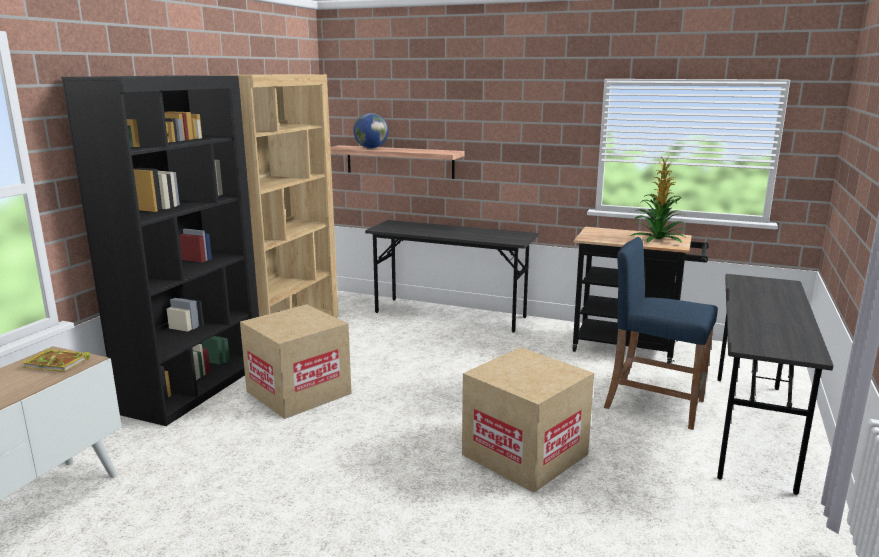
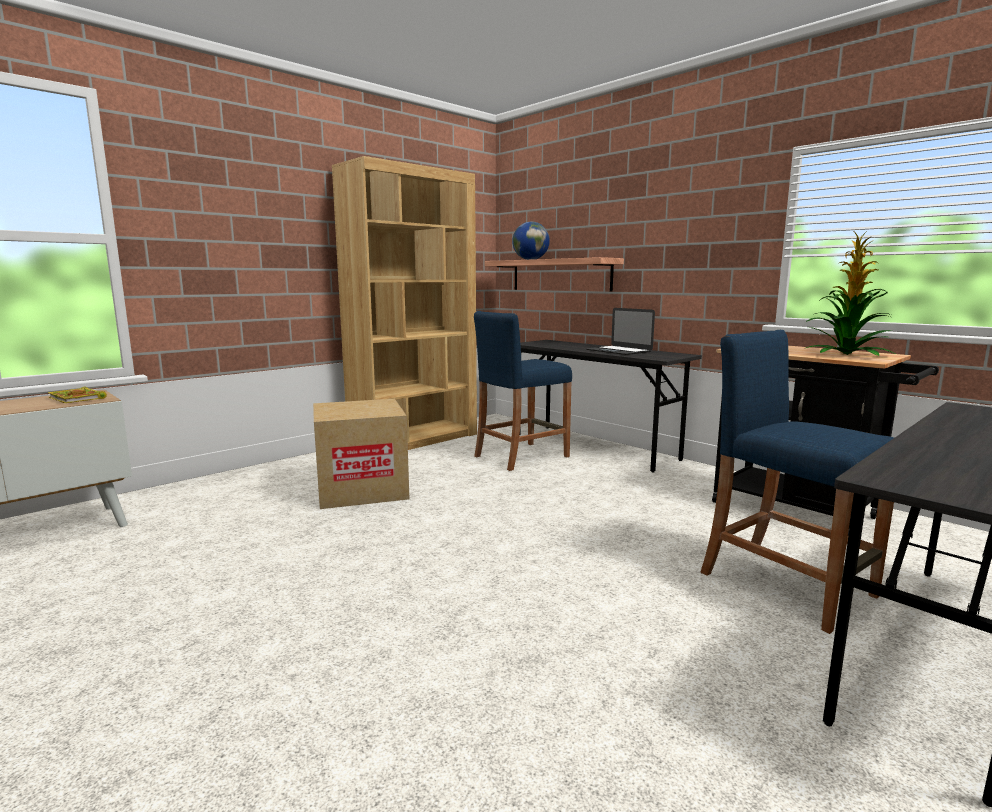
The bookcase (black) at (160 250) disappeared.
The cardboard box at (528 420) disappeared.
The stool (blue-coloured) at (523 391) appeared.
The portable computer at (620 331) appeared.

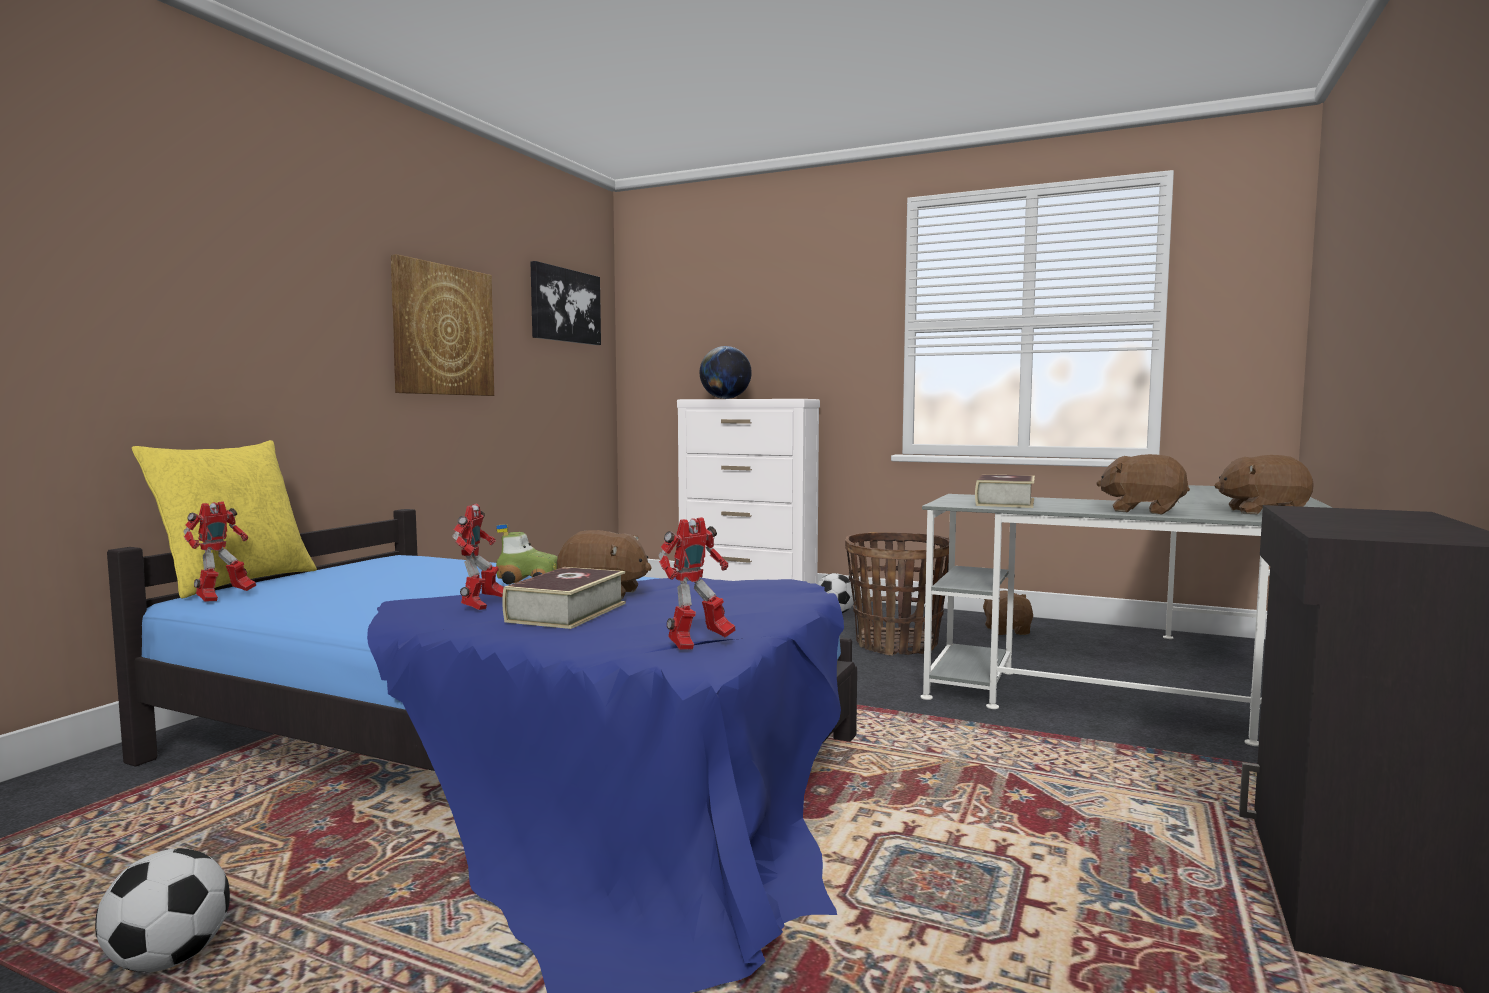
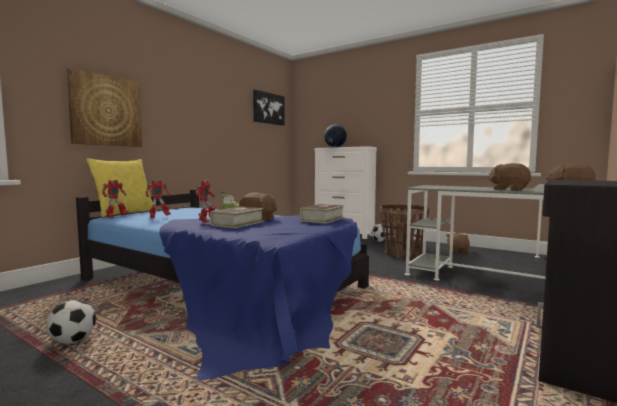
The wall picture moved from (442 325) to (104 107).
The toy robot moved from (697 583) to (158 199).
The book moved from (1005 491) to (322 214).

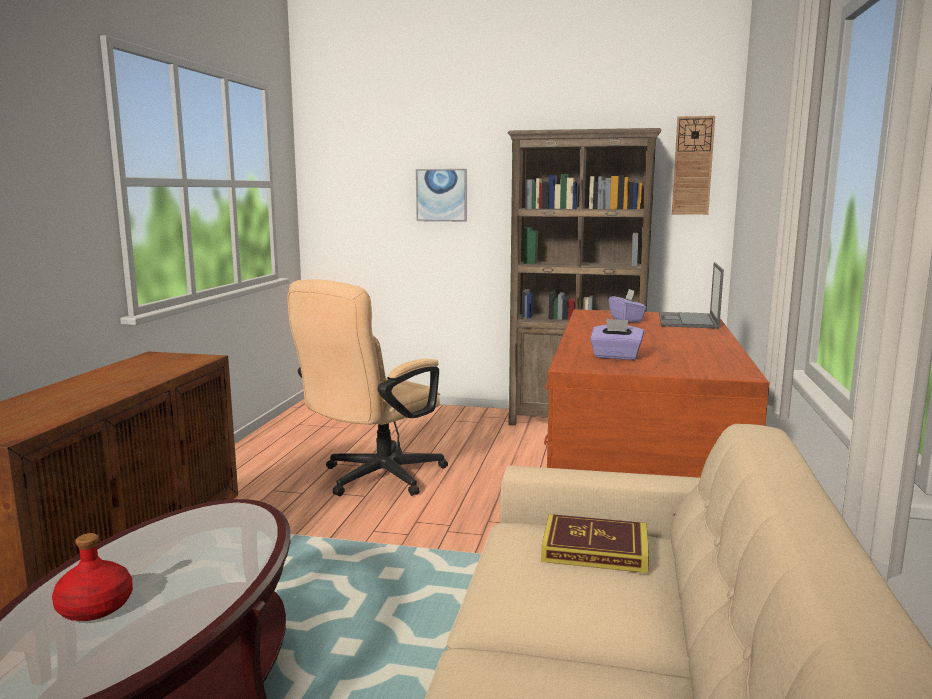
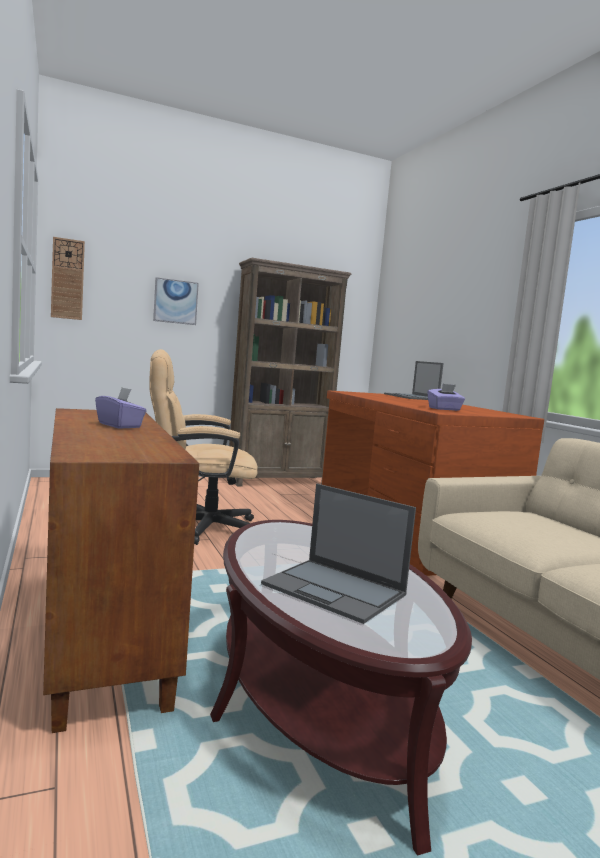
The book at (595 543) disappeared.
The tissue box (purple) moved from (628 305) to (121 408).
The hanging clock moved from (693 165) to (68 278).
The bottle (red) at (92 577) was replaced by the portable computer at (338 554).
The computer chair (beige) at (367 387) turned 75 degrees clockwise.

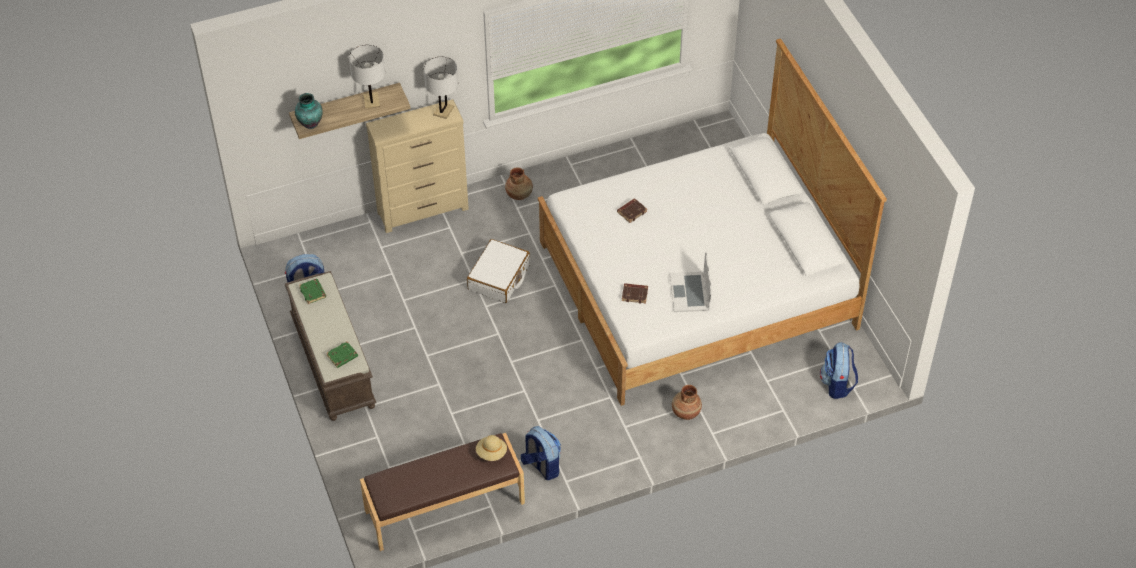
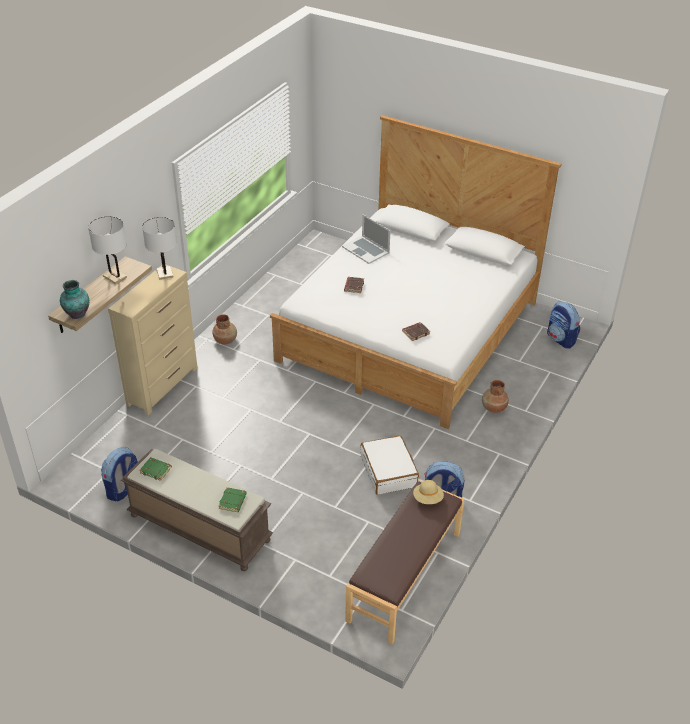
The travel case (white) moved from (498 271) to (390 465).
The portable computer moved from (690 281) to (366 239).

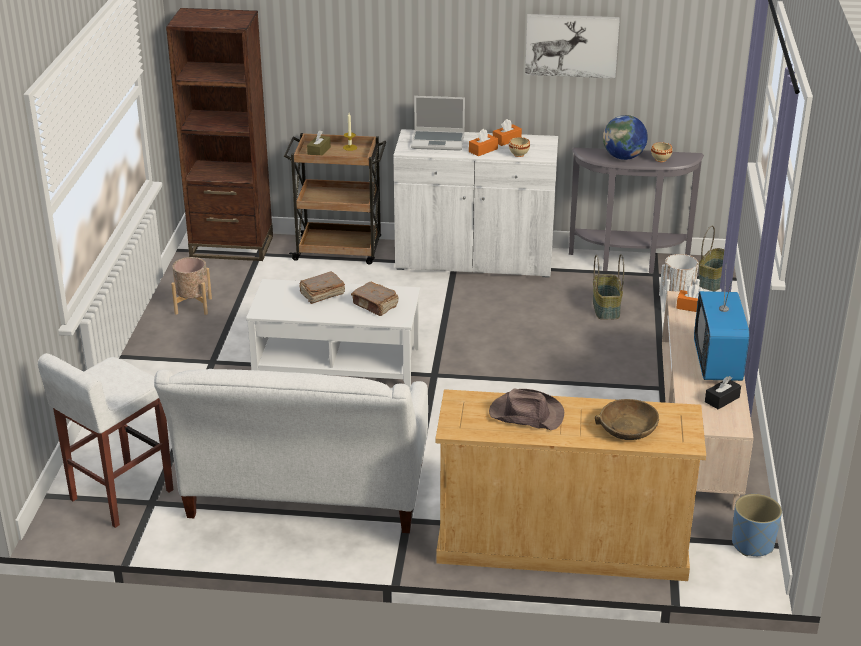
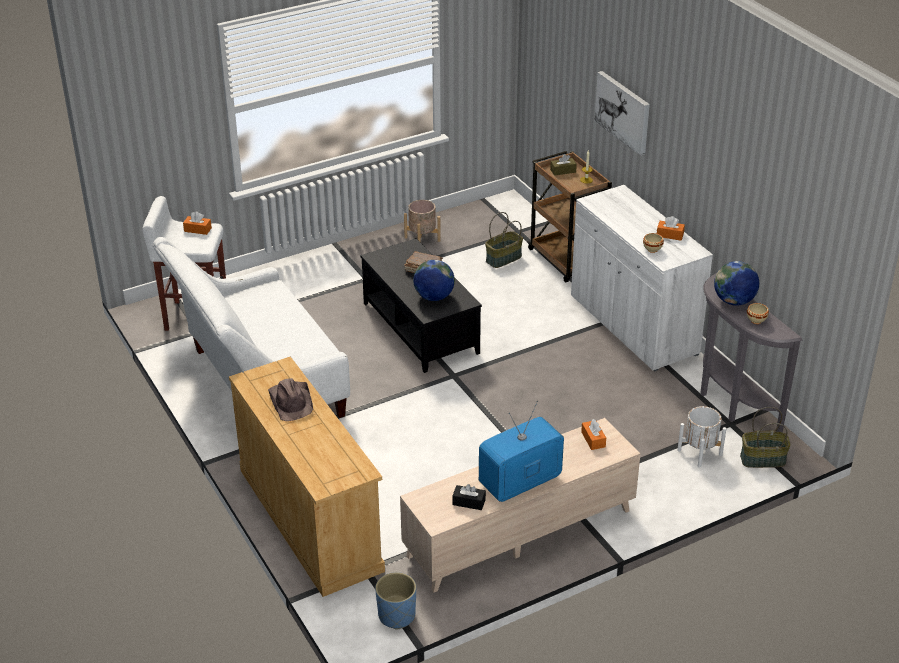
The bookcase (brown-coloured) at (219 134) disappeared.
The portable computer at (438 123) disappeared.
The bowl (brown-coloured) at (627 419) disappeared.
The tissue box (orange-coloured) moved from (483 142) to (197 223).
The wall picture moved from (572 46) to (622 113).
The household basket moved from (608 287) to (504 240).
The book (brown-coloured) at (375 299) was replaced by the world globe at (434 280).
The low table (white) at (333 334) became the low table (black) at (421 305).

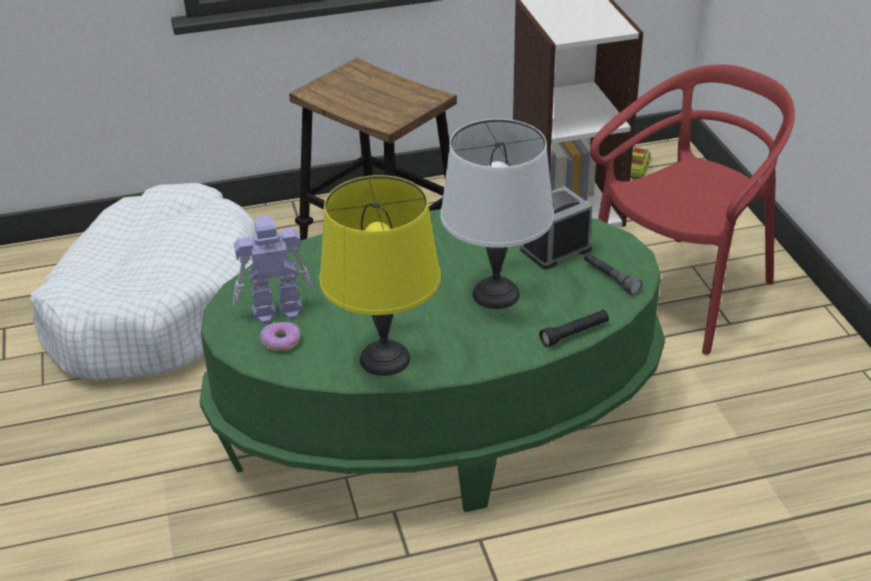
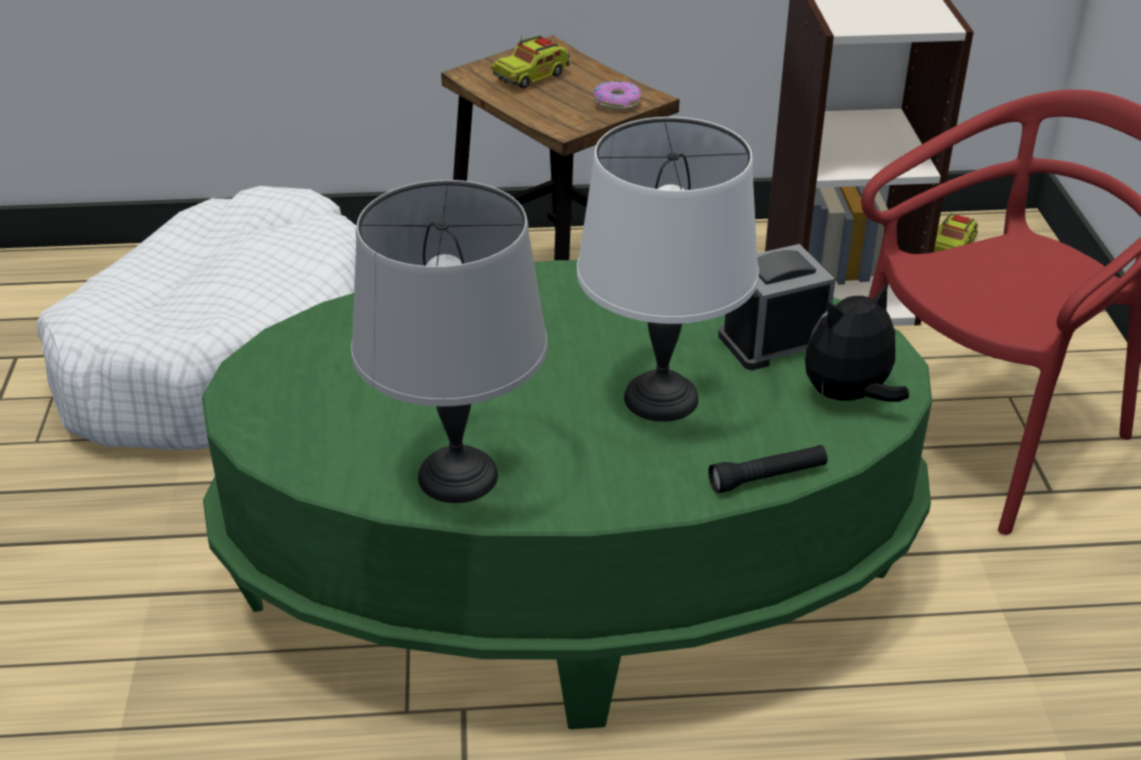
The toy robot at (272 269) disappeared.
The model truck at (530 62) appeared.
The ring doughnut moved from (280 336) to (617 96).
The hand torch (grey) at (613 274) was replaced by the plush toy at (857 342).
The table lamp (yellow-coloured) at (380 275) became the table lamp (grey) at (449 341).

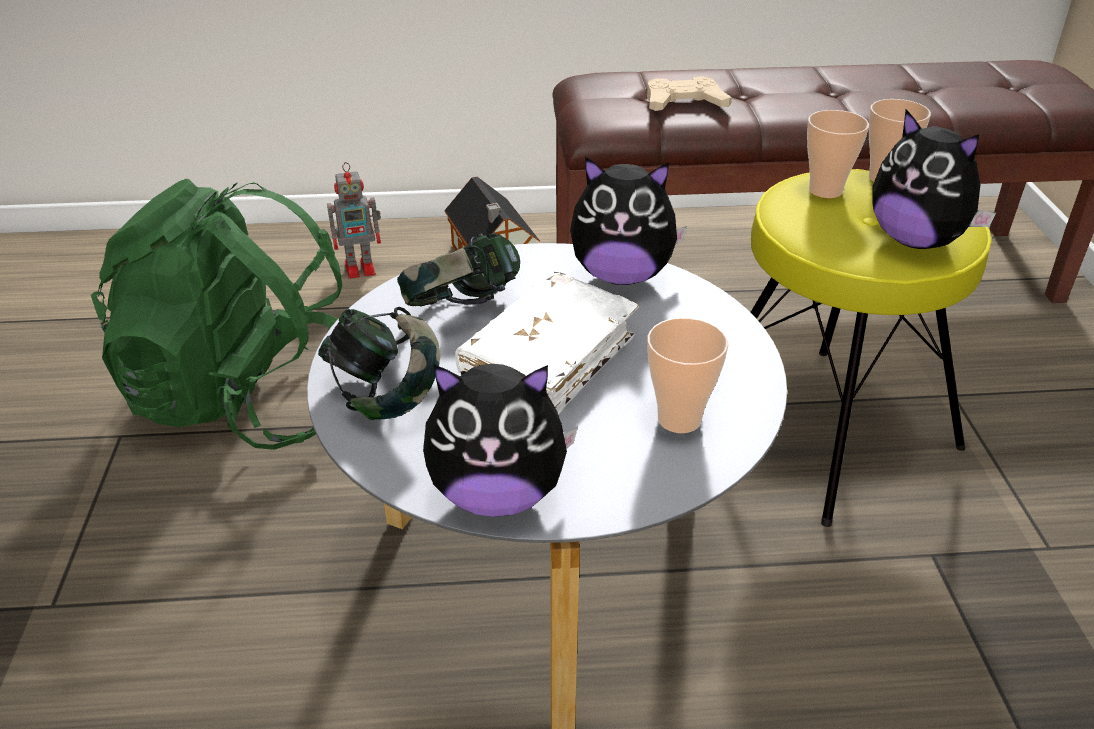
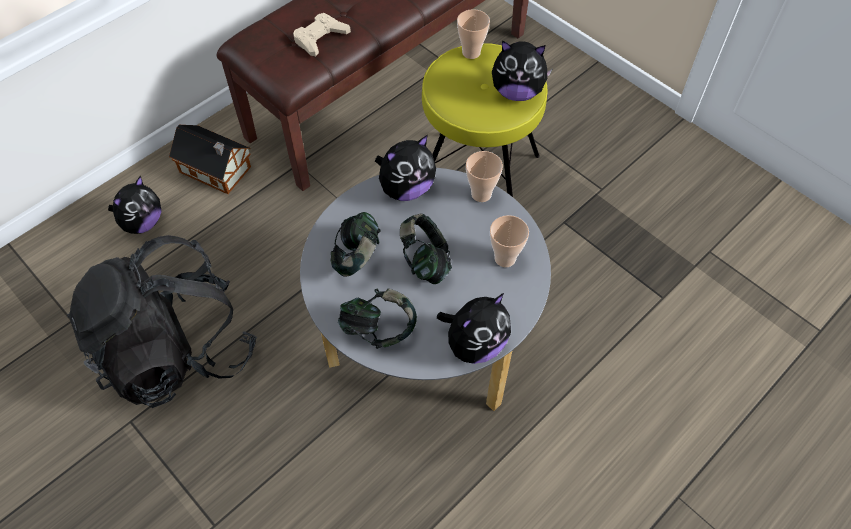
The cup moved from (838 154) to (484 176).
The toy robot at (354 220) was replaced by the plush toy at (135 204).
The book (white) at (547 343) was replaced by the pair of headphones at (426 249).
The rucksack (green-coloured) at (216 314) became the rucksack (black) at (162 321).

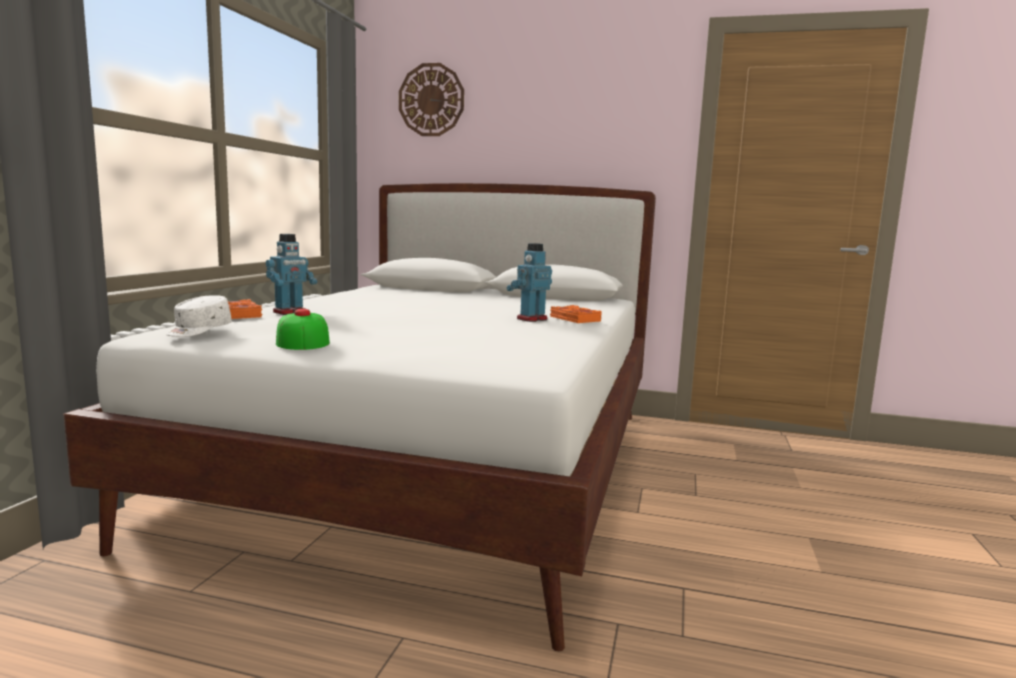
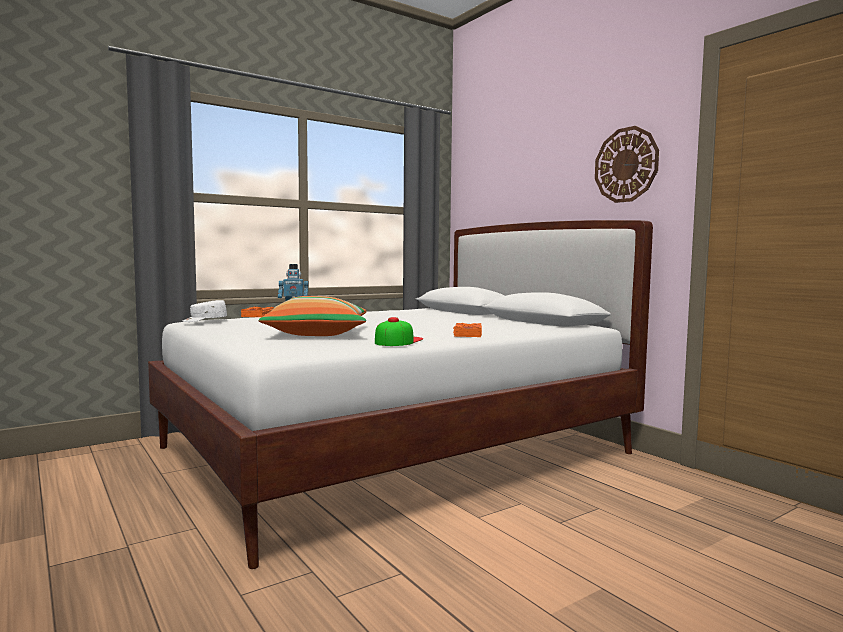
The toy robot at (529 282) disappeared.
The cushion at (313 316) appeared.
The baseball cap moved from (303 329) to (399 331).
The hanging clock moved from (431 99) to (627 164).

